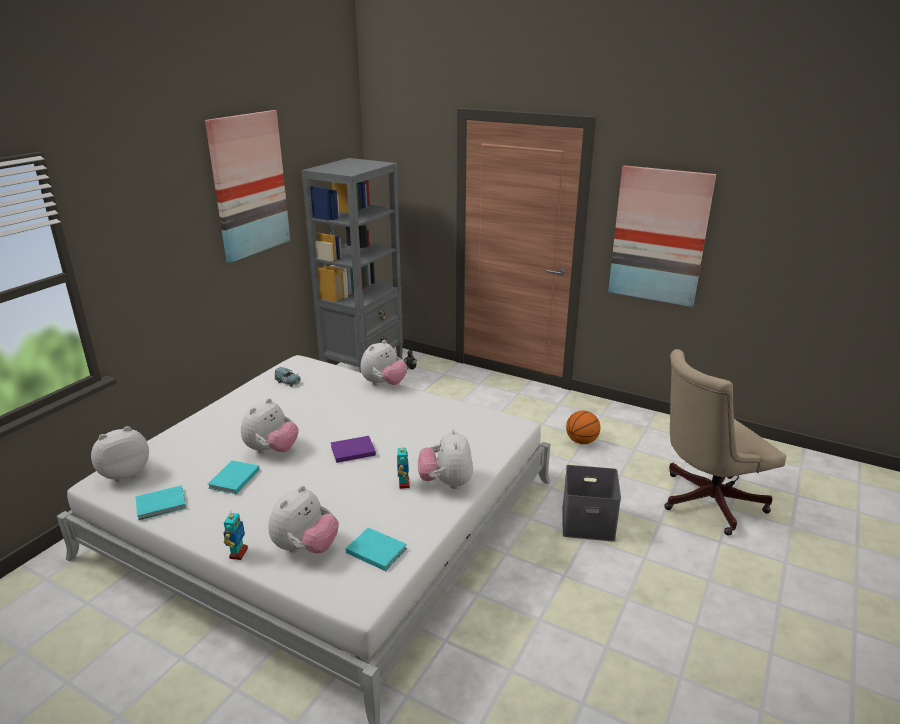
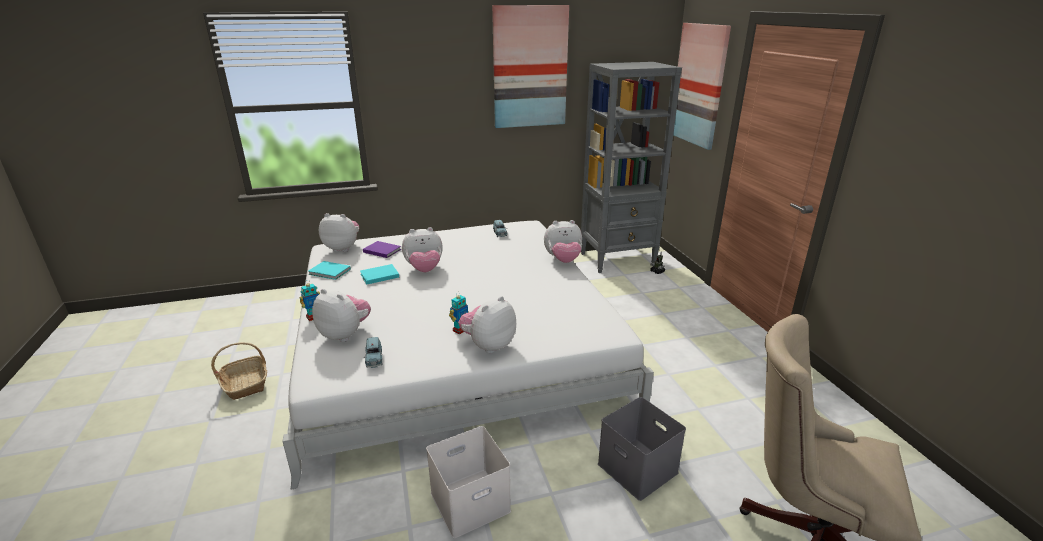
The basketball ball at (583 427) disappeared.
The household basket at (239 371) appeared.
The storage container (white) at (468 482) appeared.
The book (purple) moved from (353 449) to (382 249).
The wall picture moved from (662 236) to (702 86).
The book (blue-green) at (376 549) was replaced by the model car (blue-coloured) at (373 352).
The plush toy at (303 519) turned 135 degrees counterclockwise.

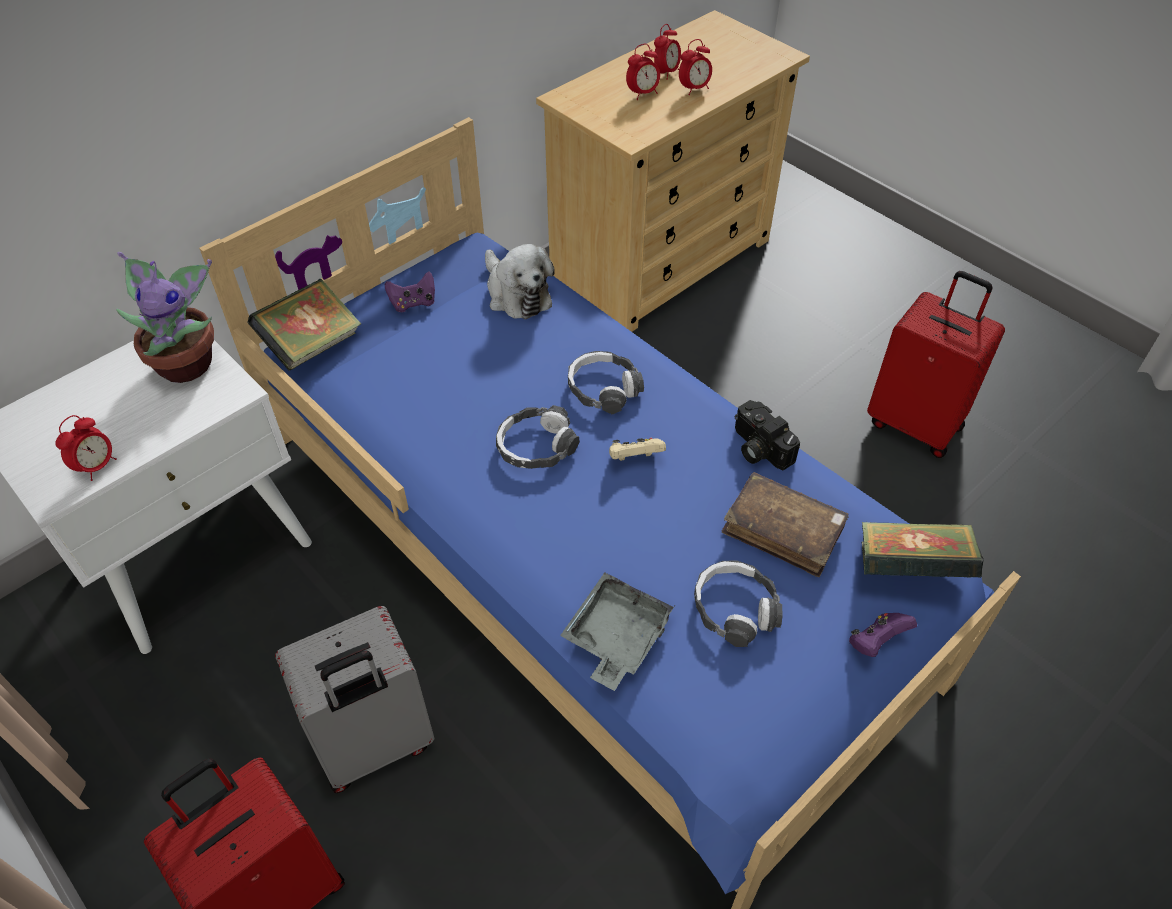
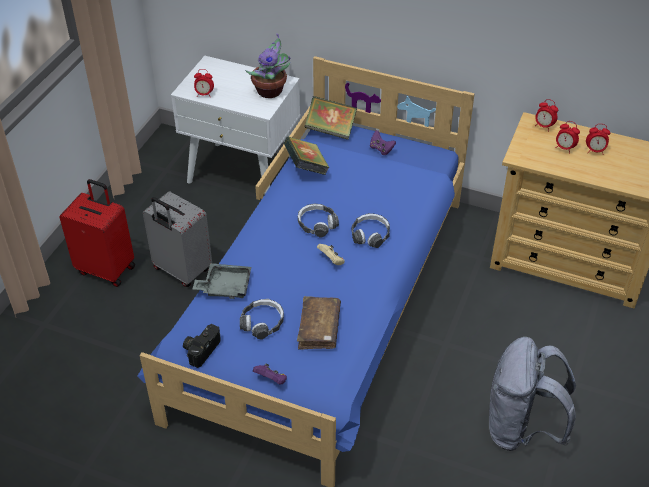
The plush toy at (520 281) disappeared.
The bedside clock moved from (695 67) to (546 115).
The photo camera moved from (767 435) to (202 346).
The book moved from (923 550) to (306 156).
The travel case (red) at (936 364) was replaced by the rucksack (grey) at (532 394).

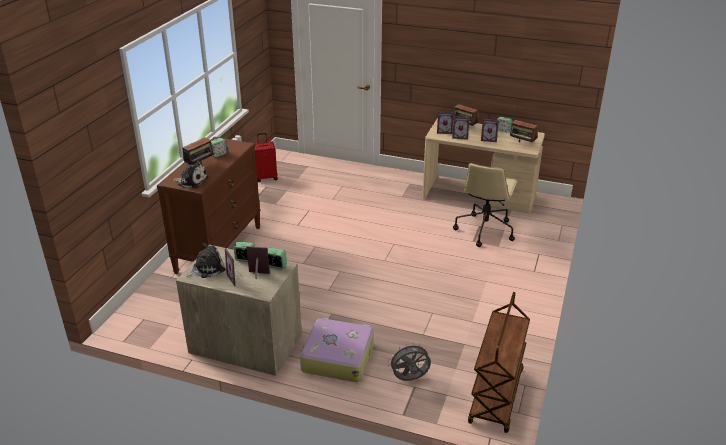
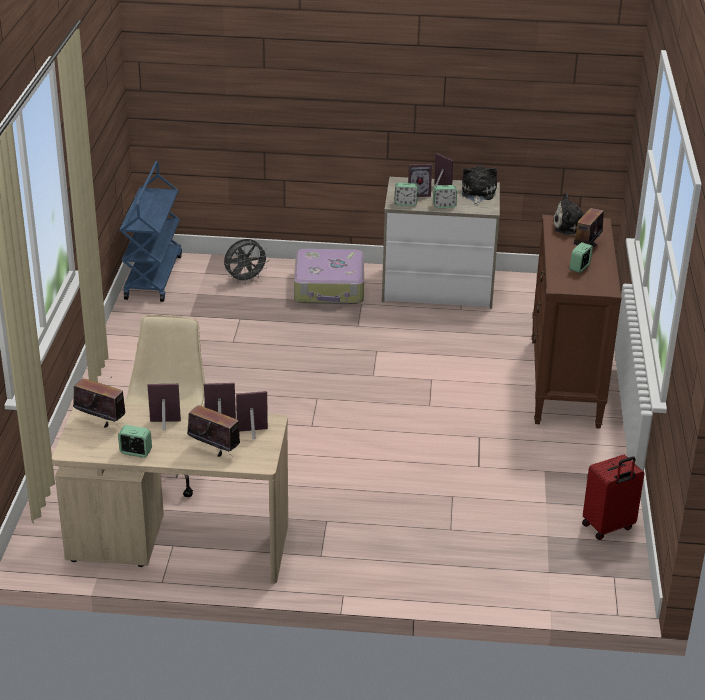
The wheeled cart (brown-coloured) at (499 362) became the wheeled cart (blue-coloured) at (150 231).
The plush toy at (206 260) turned 150 degrees clockwise.

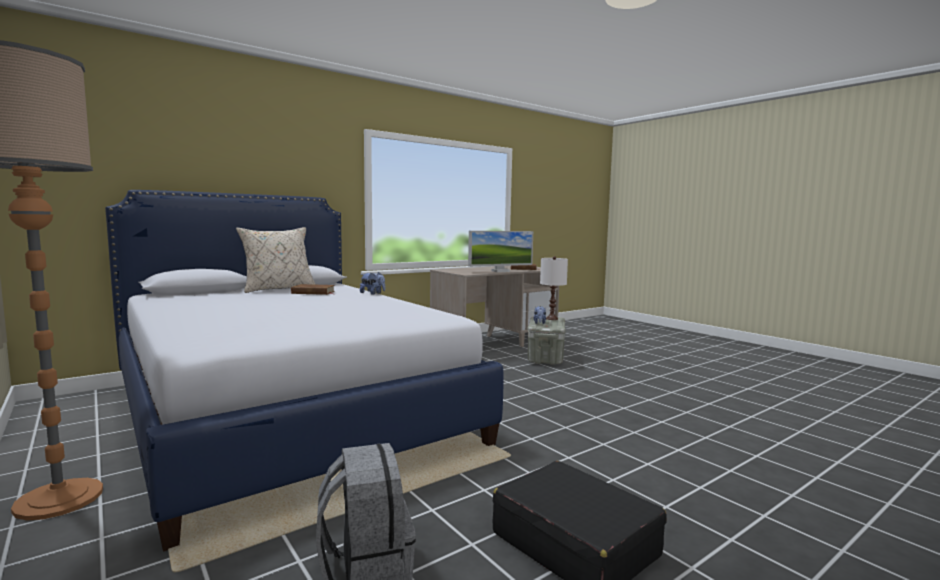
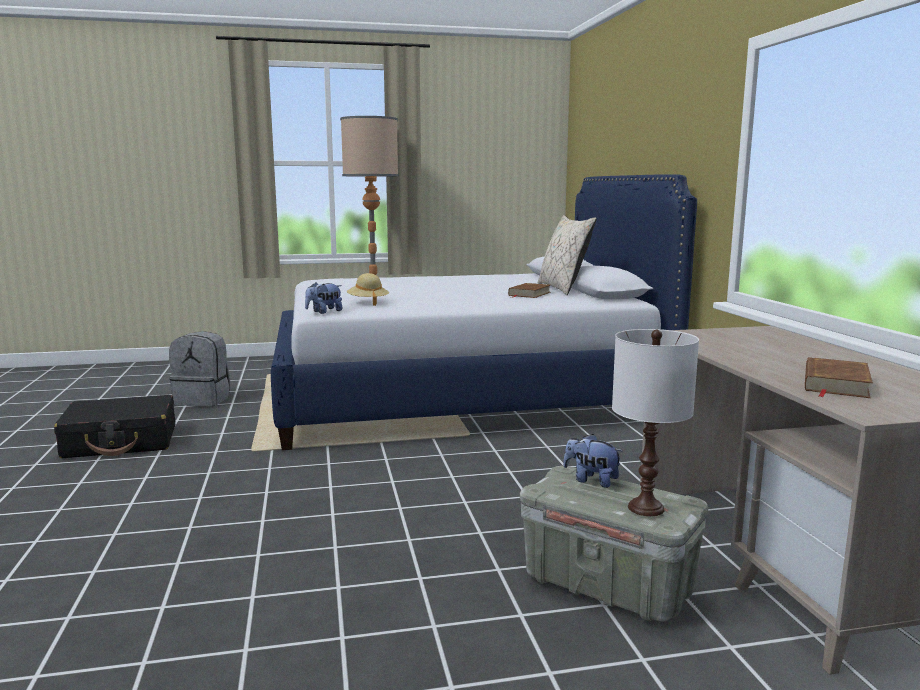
The computer display at (500 251) disappeared.
The hat (beige) at (368 289) appeared.
The plush toy moved from (372 283) to (324 298).

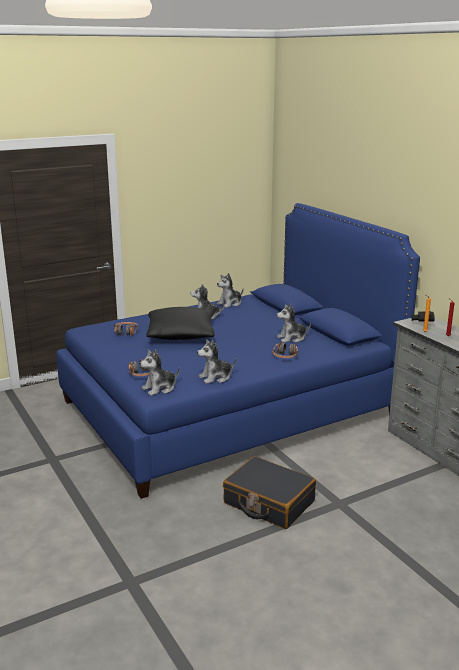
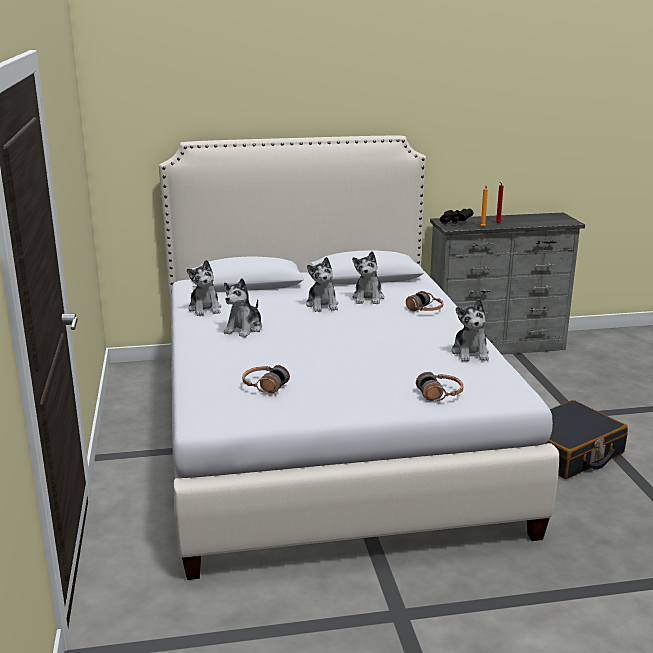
The cushion (black) at (180 323) disappeared.
The plush toy moved from (159 373) to (322 284).
The bedroom bed (blue-coloured) at (238 351) became the bedroom bed (white) at (359 358).

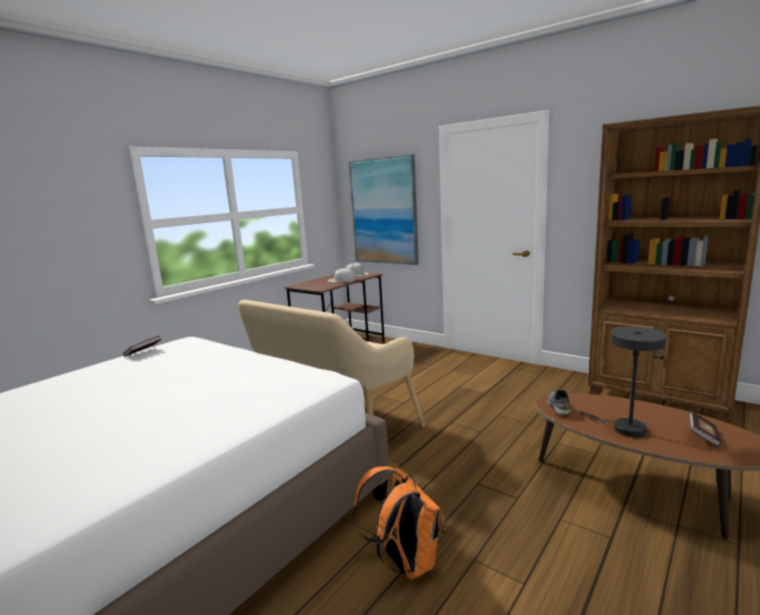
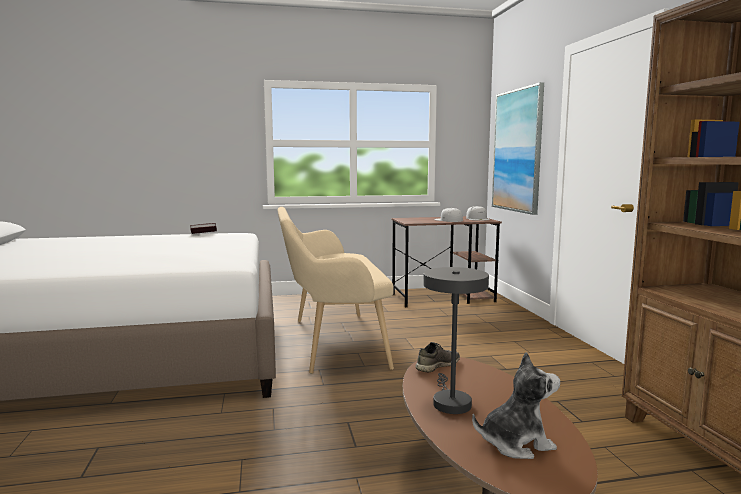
The rucksack (orange-coloured) at (399 523) disappeared.
The book at (705 428) was replaced by the plush toy at (516 405).

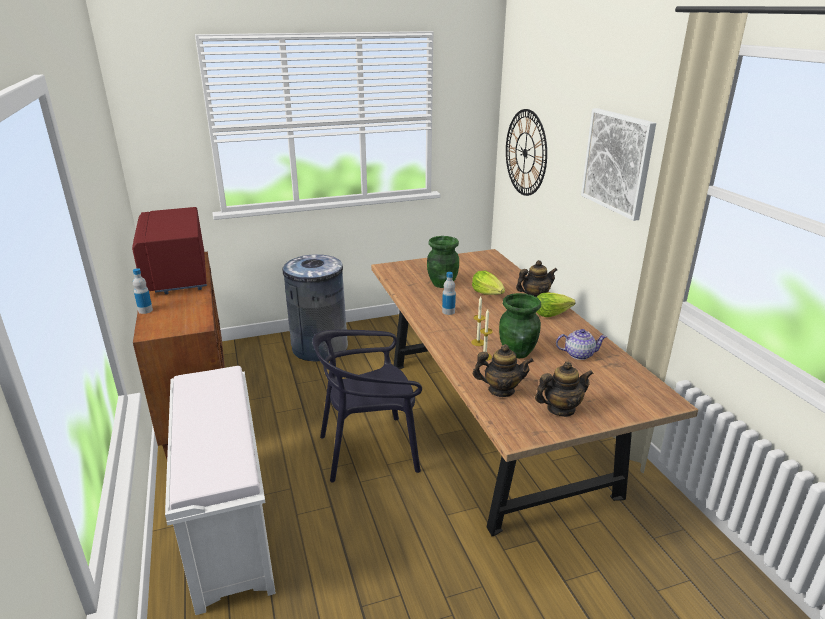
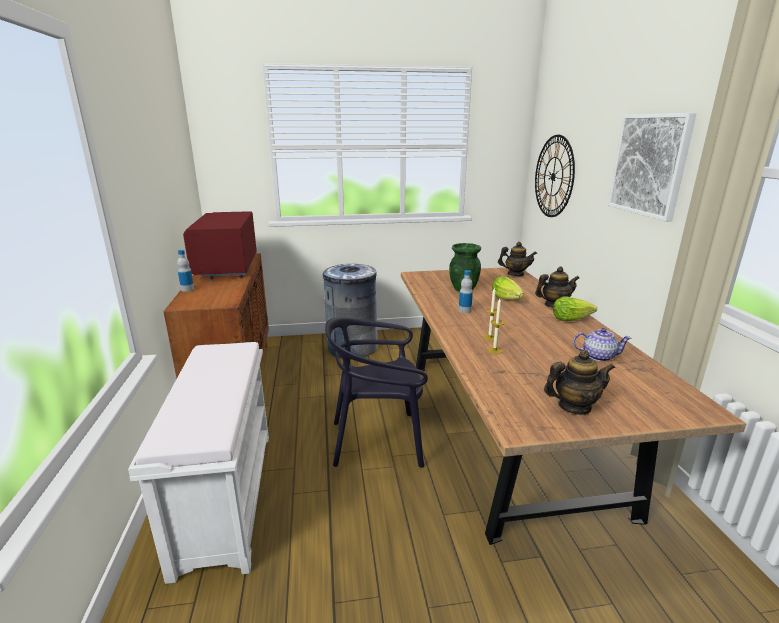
The flower vase (green-coloured) at (520 325) disappeared.
The tea pot moved from (503 370) to (517 259).

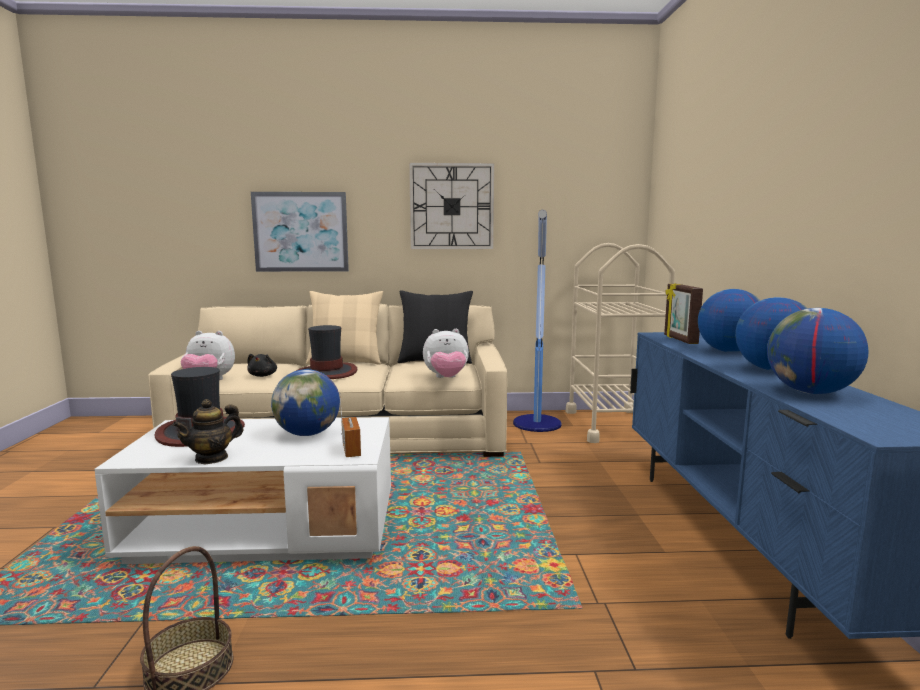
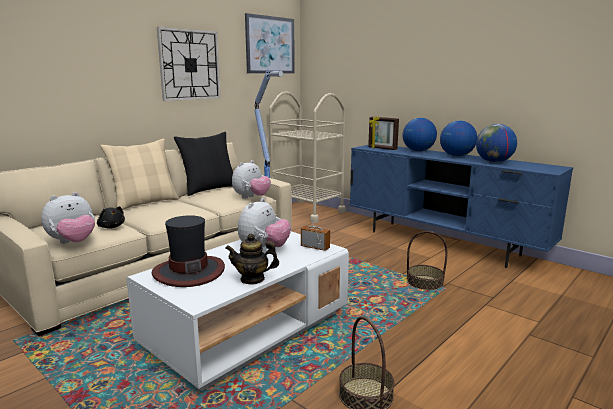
The hat at (326 352) disappeared.
The household basket at (427 260) appeared.
The wall picture moved from (300 232) to (270 43).
The world globe at (305 402) was replaced by the plush toy at (264 222).
The tea pot at (207 431) turned 90 degrees clockwise.

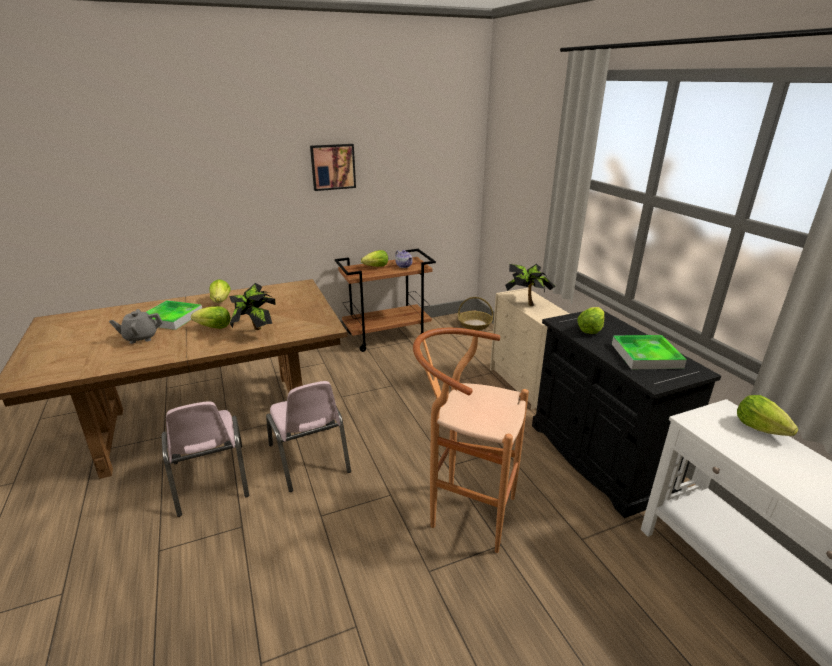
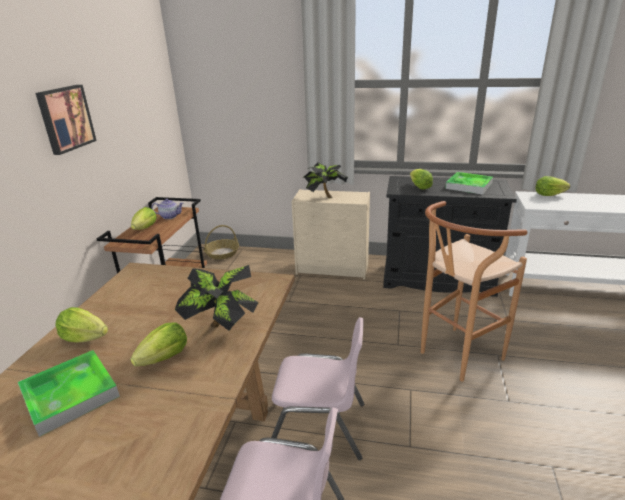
The tea pot (grey) at (136 326) disappeared.

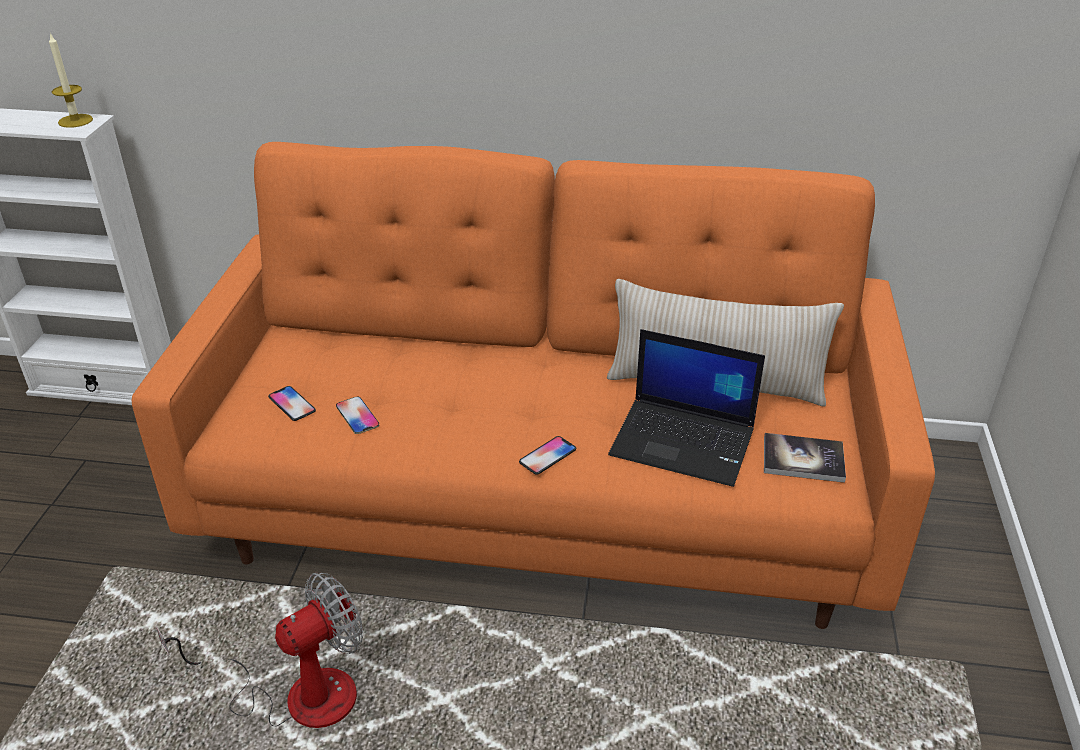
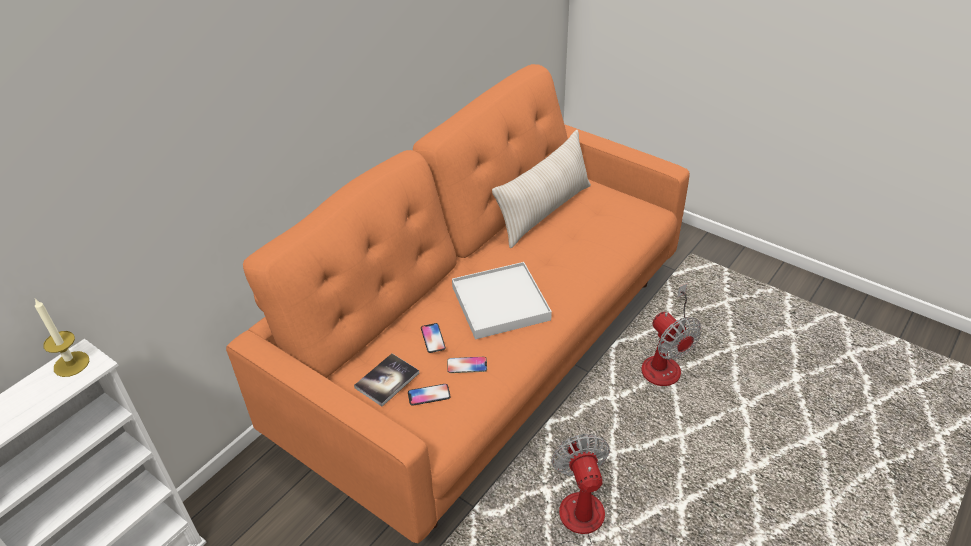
The portable computer at (686 408) disappeared.
The carrying tray (white) at (502 300) appeared.
The electric fan at (671 335) appeared.
The handset moved from (547 455) to (433 338).
The book moved from (805 458) to (386 380).

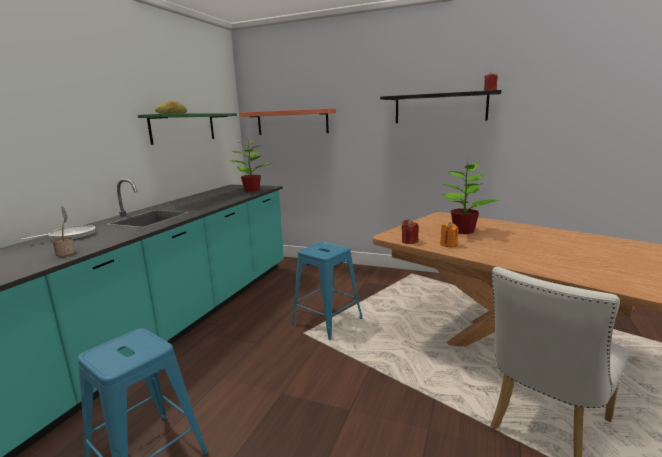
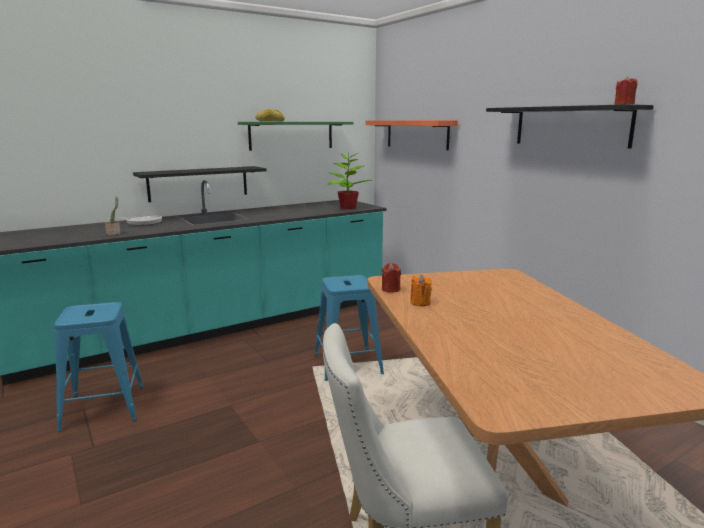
The potted plant at (471 197) disappeared.
The wall shelf (black) at (200 184) appeared.

